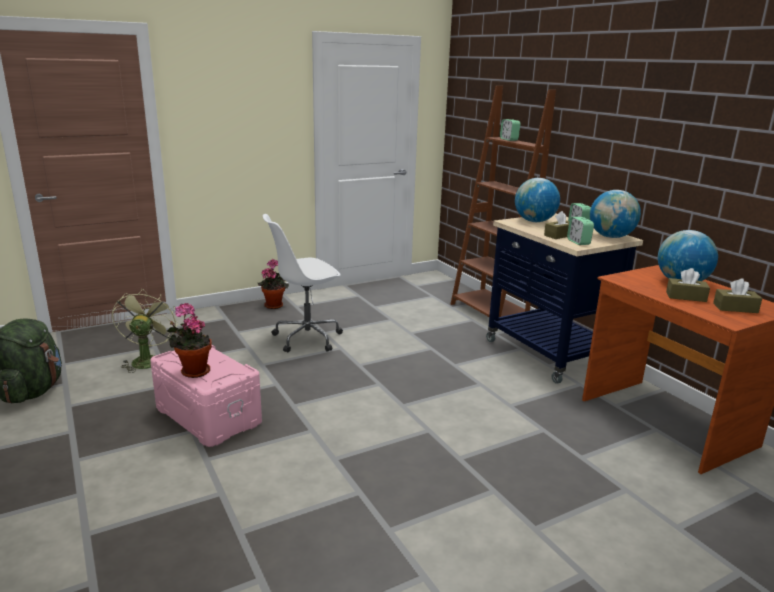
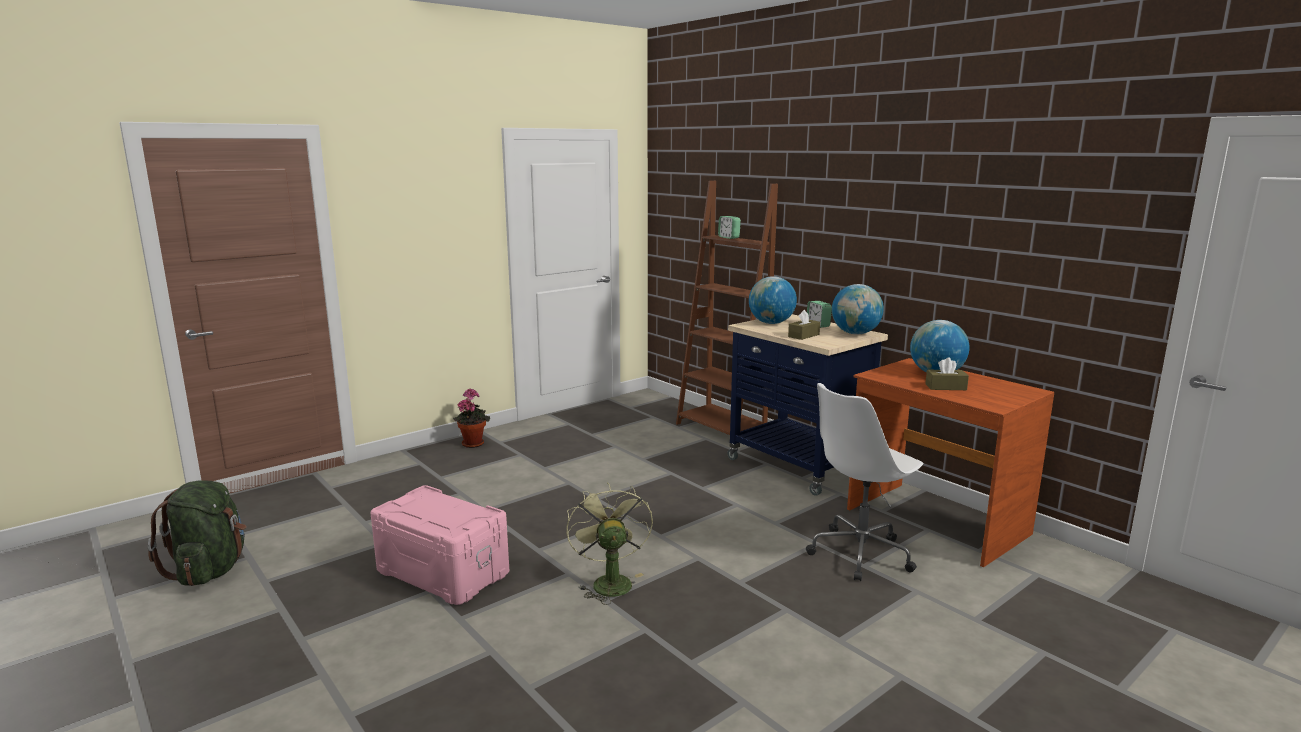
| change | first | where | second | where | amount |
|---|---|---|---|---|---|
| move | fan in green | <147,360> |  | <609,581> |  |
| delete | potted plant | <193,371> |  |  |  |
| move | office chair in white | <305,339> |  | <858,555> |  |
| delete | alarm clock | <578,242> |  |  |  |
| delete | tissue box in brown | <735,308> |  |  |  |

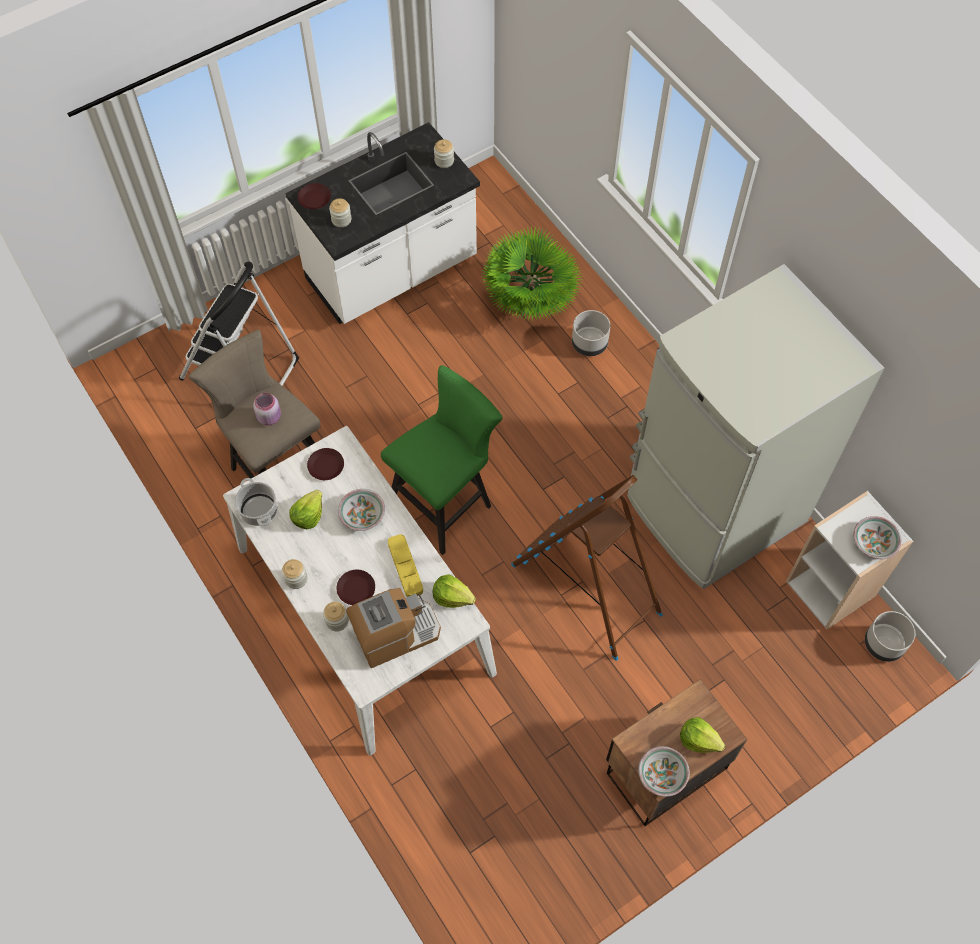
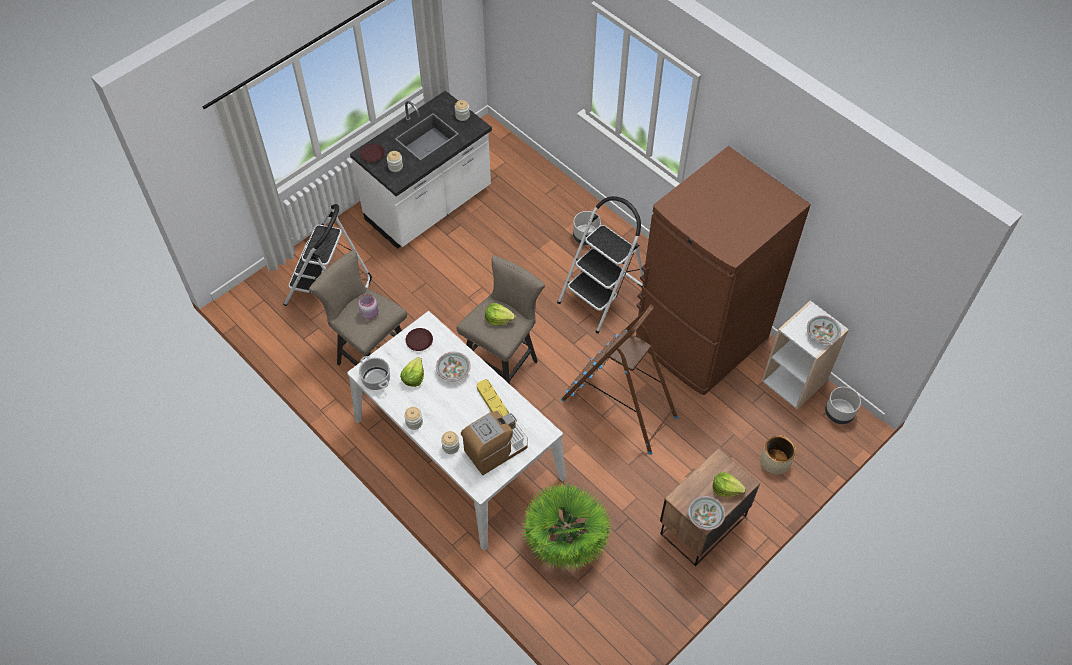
| change | first | where | second | where | amount |
|---|---|---|---|---|---|
| delete | plate in brown | <356,589> |  |  |  |
| recolor | stool in green | <446,502> | stool in beige | <503,363> |  |
| move | lettuce | <452,596> |  | <498,319> |  |
| move | potted plant | <530,303> |  | <565,542> |  |
| recolor | fridge in white | <714,509> | fridge in brown | <700,339> |  |
| insert |  |  | step ladder | <604,294> |  |
| insert |  |  | planter in beige | <775,461> |  |

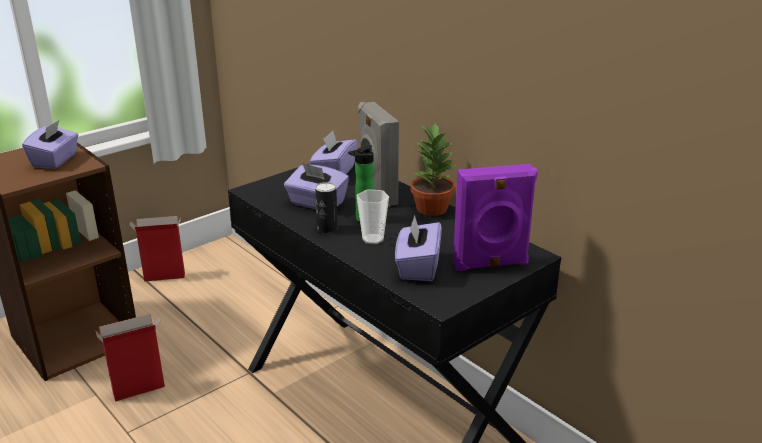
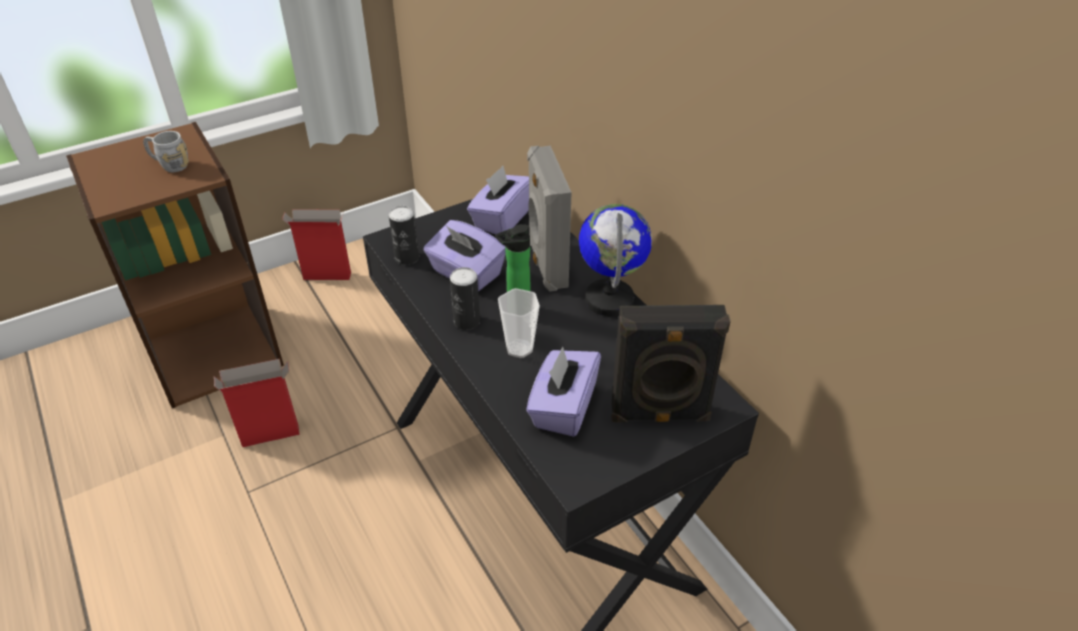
| change | first | where | second | where | amount |
|---|---|---|---|---|---|
| replace | tissue box in purple | <55,160> | mug in grey | <170,165> |  |
| replace | potted plant | <431,208> | globe | <610,299> |  |
| recolor | speaker in purple | <490,264> | speaker in black | <660,415> |  |
| insert |  |  | can | <407,258> |  |

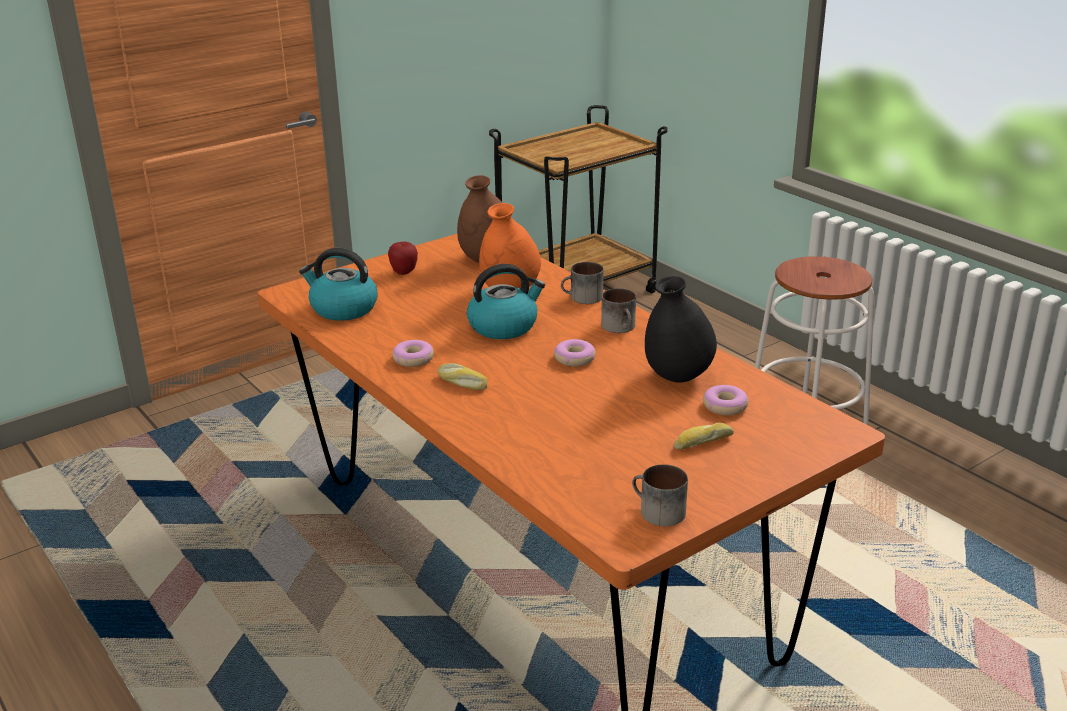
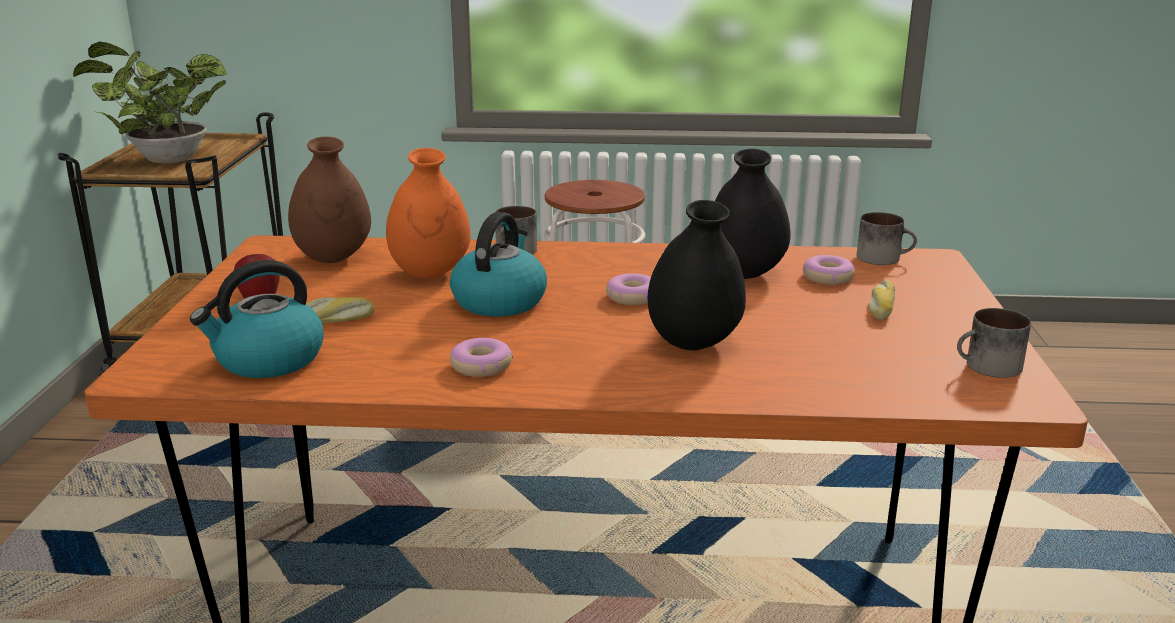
| change | first | where | second | where | amount |
|---|---|---|---|---|---|
| move | bread | <461,383> |  | <335,319> |  |
| move | mug | <621,327> |  | <884,258> |  |
| insert |  |  | potted plant | <164,160> |  |
| insert |  |  | vase in black | <694,343> |  |

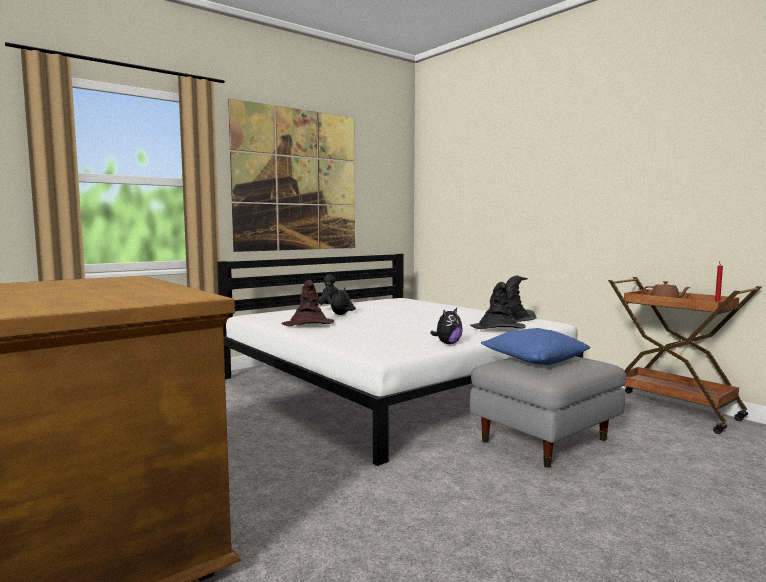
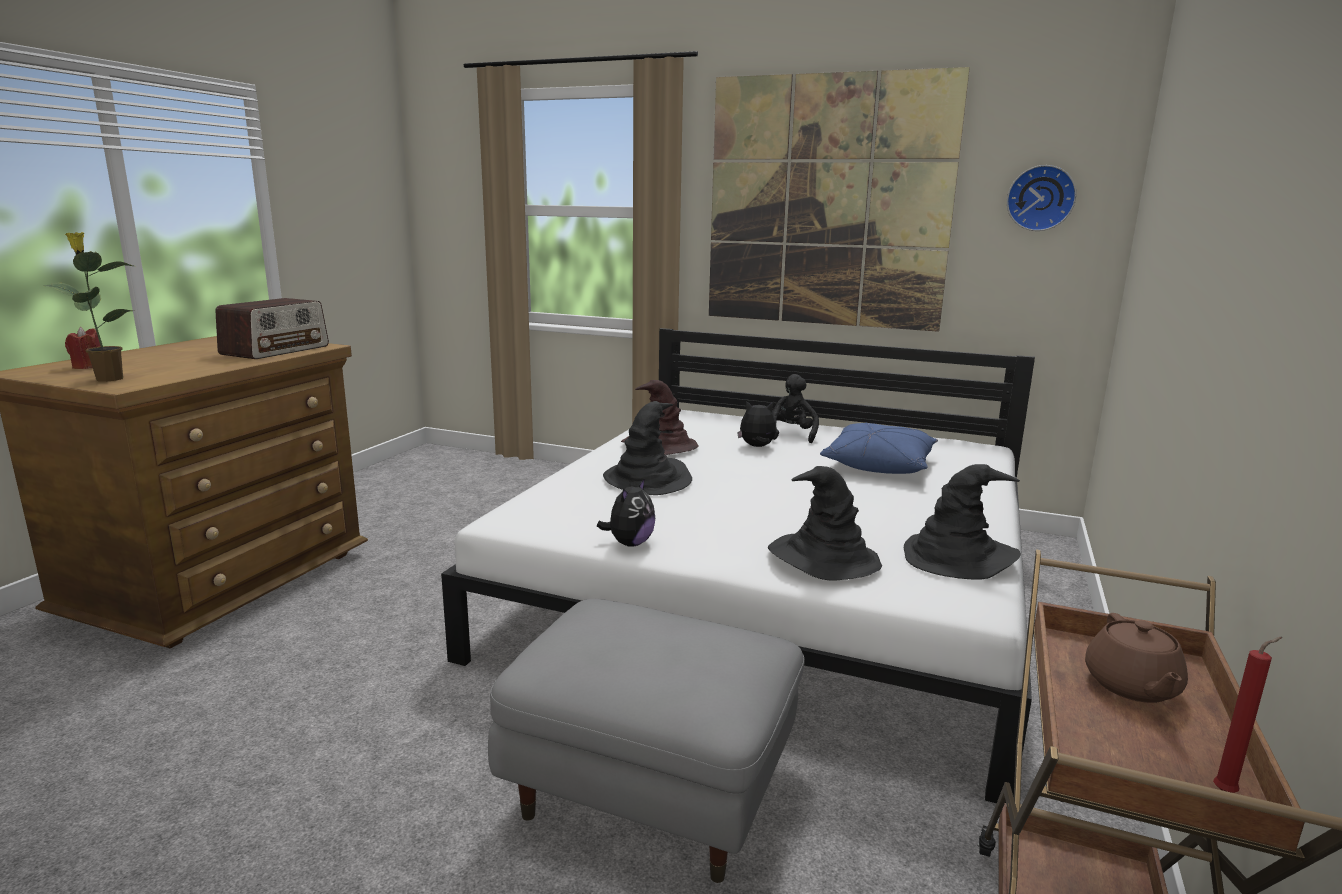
| change | first | where | second | where | amount |
|---|---|---|---|---|---|
| rotate | plush toy | <447,343> |  | <629,543> | 75 degrees counterclockwise |
| move | pillow in blue | <534,360> |  | <879,465> |  |
| insert |  |  | potted plant | <108,379> |  |
| insert |  |  | candle in red | <88,366> |  |
| insert |  |  | radio | <276,350> |  |
| insert |  |  | hat in black | <648,480> |  |
| insert |  |  | wall clock | <1040,198> |  |

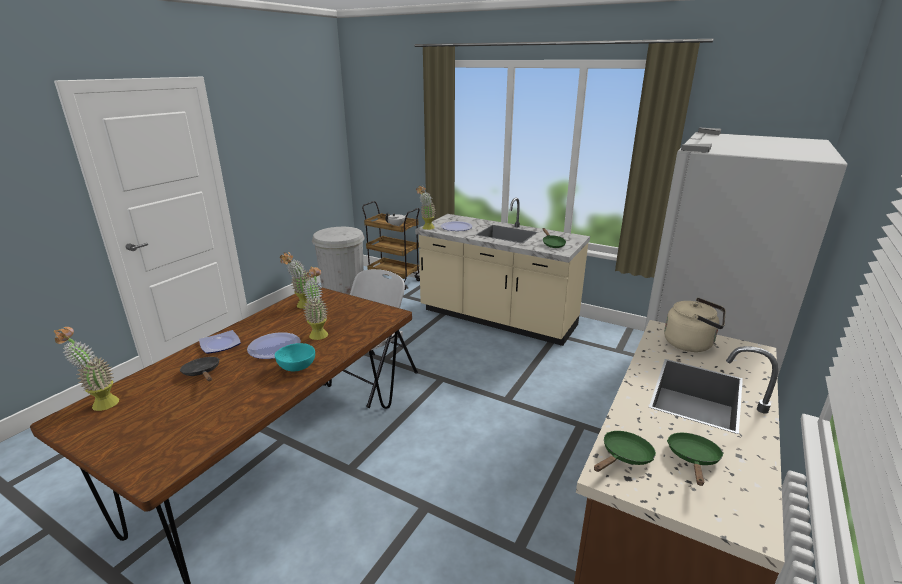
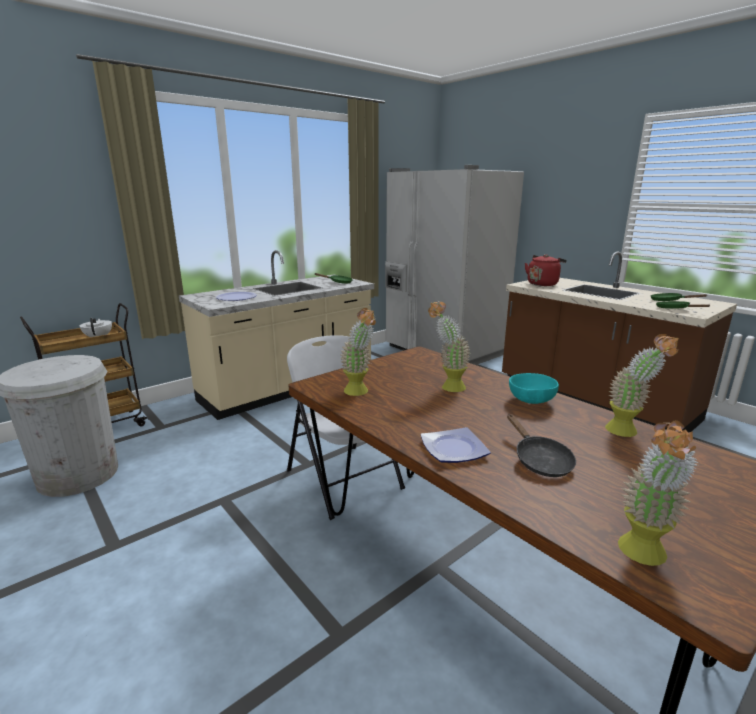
| change | first | where | second | where | amount |
|---|---|---|---|---|---|
| rotate | frying pan in black | <202,373> |  | <539,460> | 90 degrees counterclockwise |
| delete | plate | <274,347> |  |  |  |
| move | potted plant | <426,228> |  | <629,433> |  |
| recolor | kettle in beige | <691,344> | kettle in red | <543,284> |  |

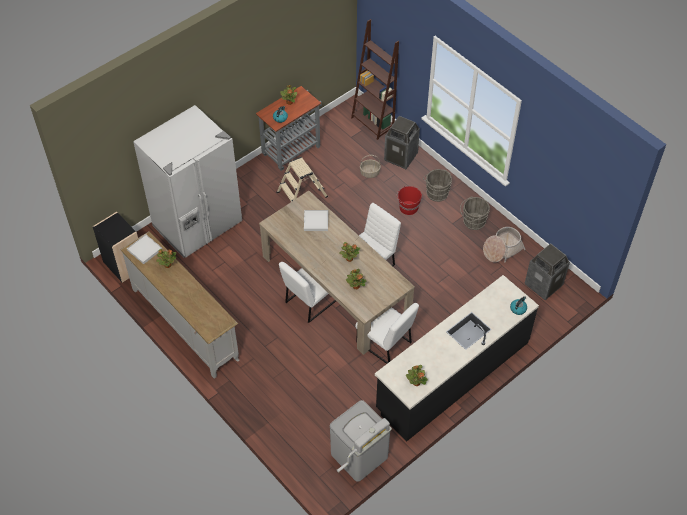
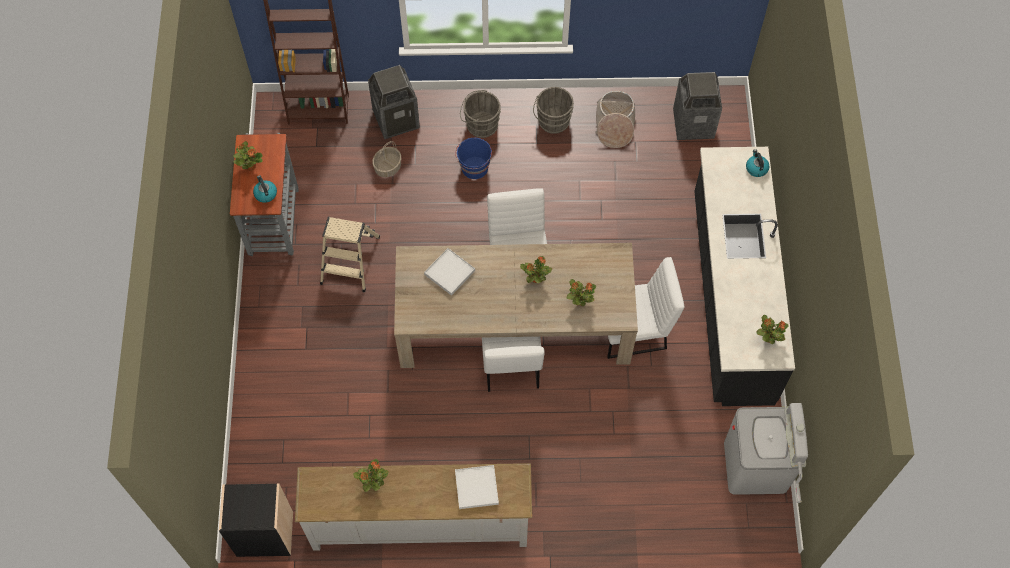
| change | first | where | second | where | amount |
|---|---|---|---|---|---|
| move | tray in white | <144,250> |  | <476,487> |  |
| delete | fridge in white | <198,224> |  |  |  |
| recolor | bucket in red | <408,208> | bucket in blue | <474,168> |  |

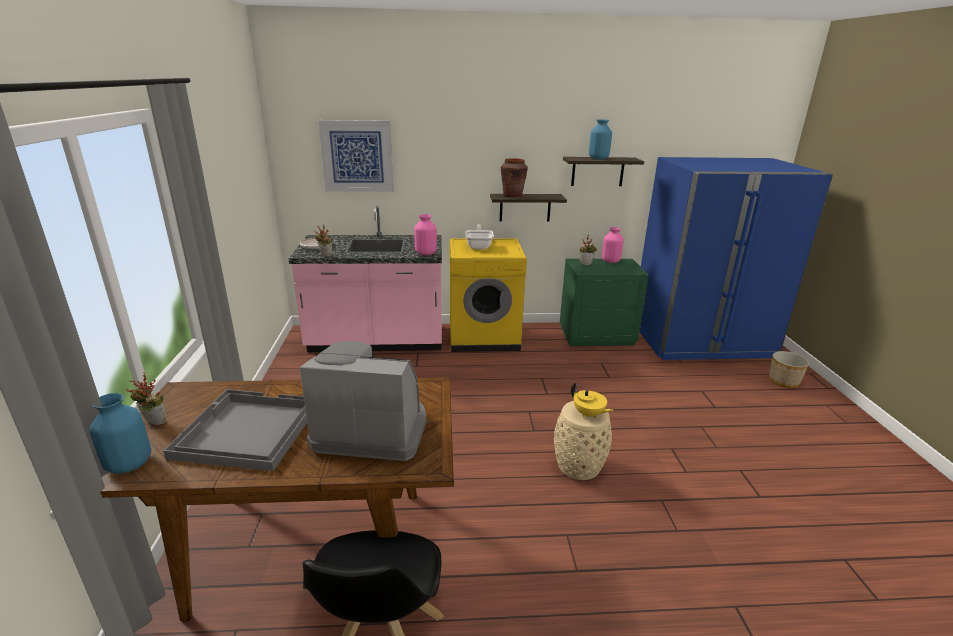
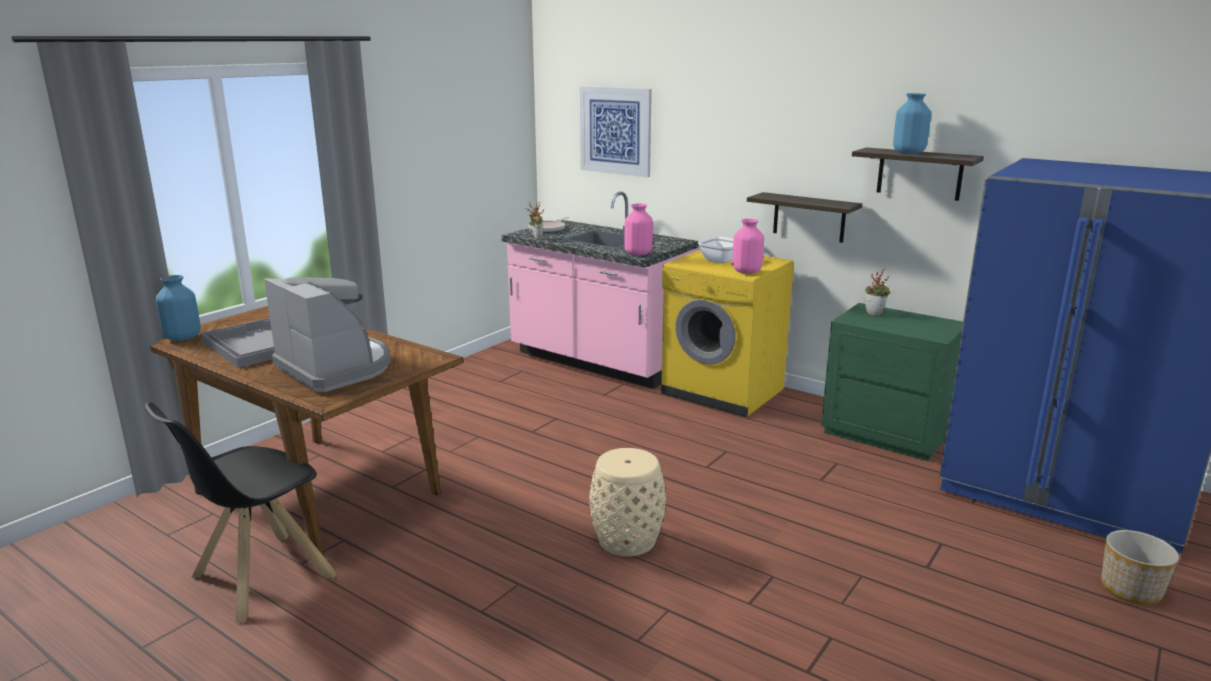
| change | first | where | second | where | amount |
|---|---|---|---|---|---|
| delete | potted plant | <153,423> |  |  |  |
| delete | vase in brown | <512,196> |  |  |  |
| delete | teapot in yellow | <588,414> |  |  |  |
| move | vase in pink | <610,261> |  | <747,271> |  |

